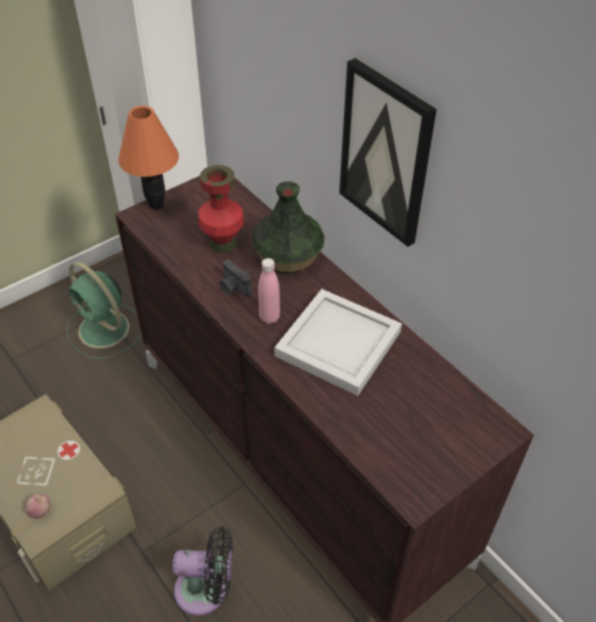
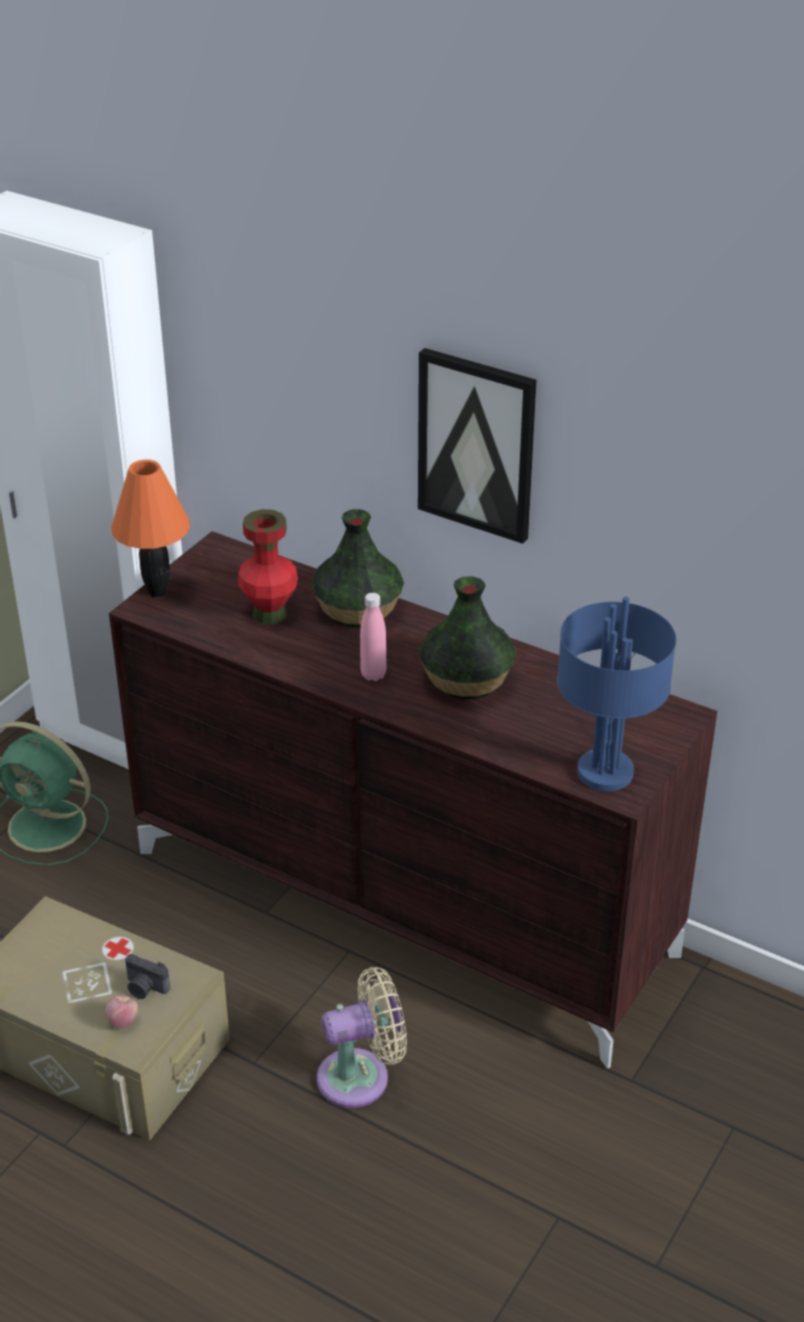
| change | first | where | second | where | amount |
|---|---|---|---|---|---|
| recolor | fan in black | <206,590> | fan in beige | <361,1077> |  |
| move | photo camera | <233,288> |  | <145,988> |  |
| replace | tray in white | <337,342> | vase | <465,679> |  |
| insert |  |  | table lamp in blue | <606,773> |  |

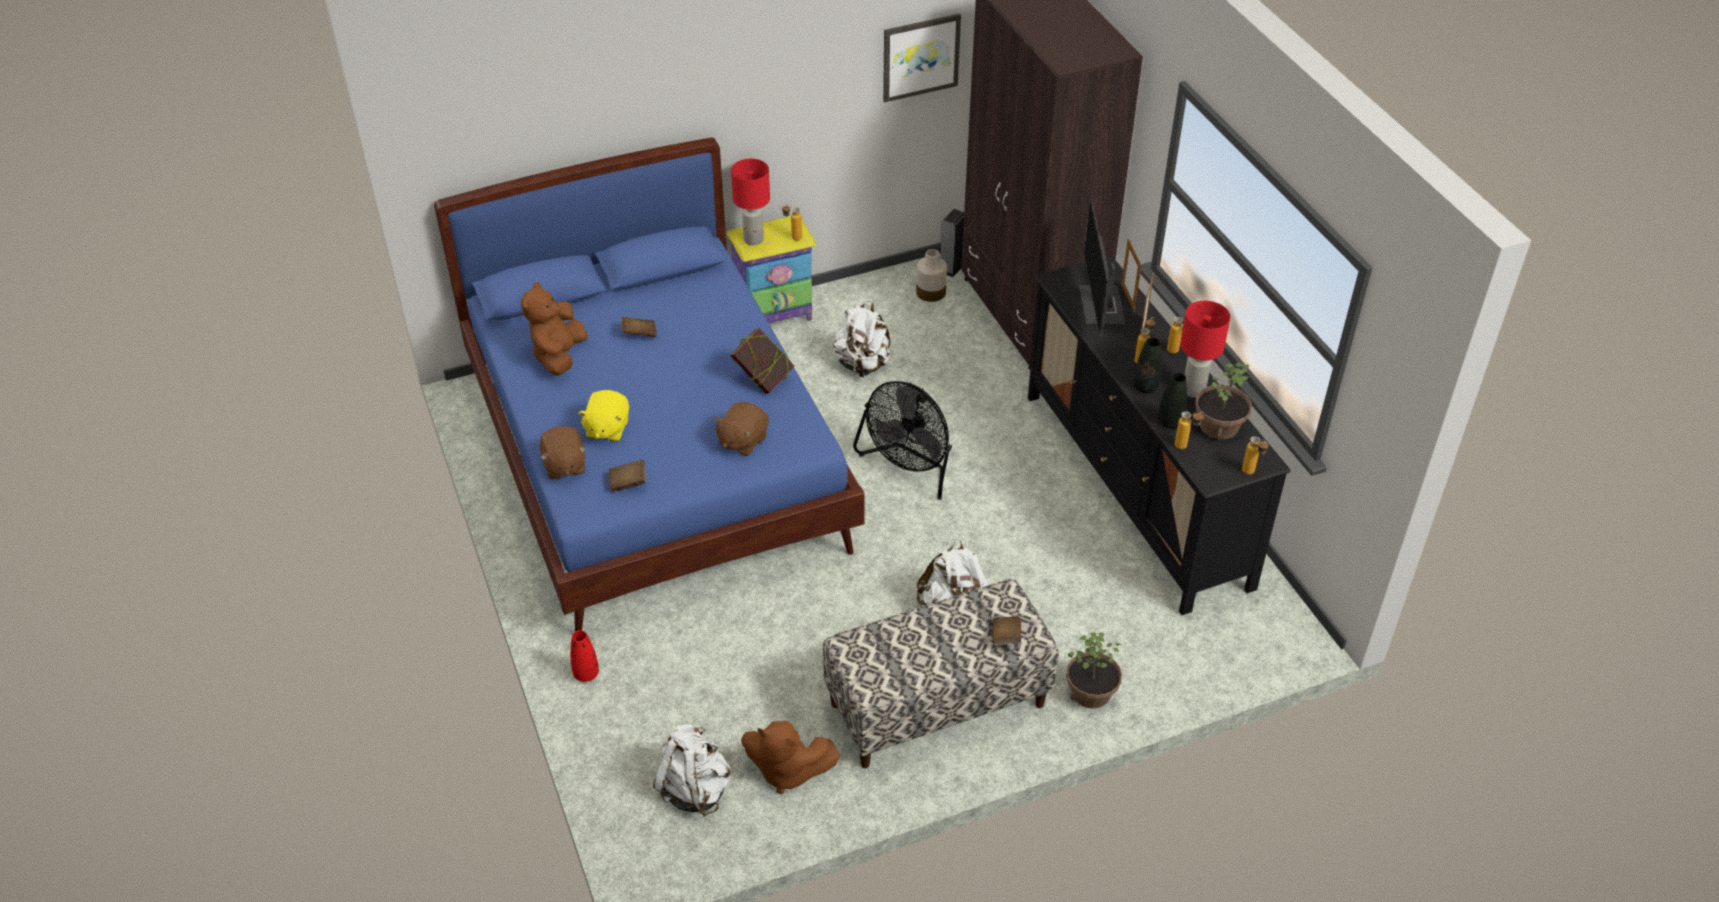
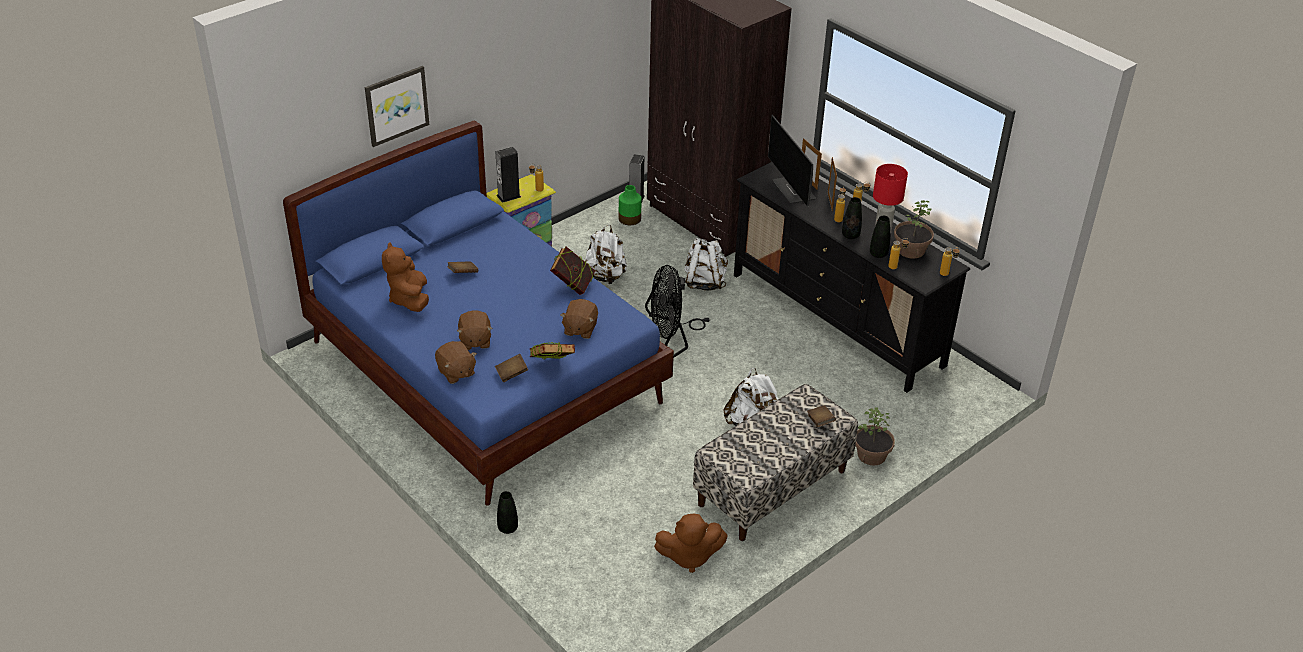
| change | first | where | second | where | amount |
|---|---|---|---|---|---|
| recolor | vase in red | <586,674> | vase in black | <508,528> |  |
| recolor | plush toy in yellow | <607,429> | plush toy in brown | <475,341> |  |
| move | backpack in white | <695,789> |  | <704,282> |  |
| replace | table lamp in red | <754,240> | speaker | <508,196> |  |
| rotate | fan in black | <908,463> |  | <672,335> | 60 degrees clockwise |
| move | picture | <920,57> |  | <396,105> |  |
| recolor | vase in beige | <931,292> | vase in green | <630,218> |  |
| insert |  |  | book | <552,367> |  |

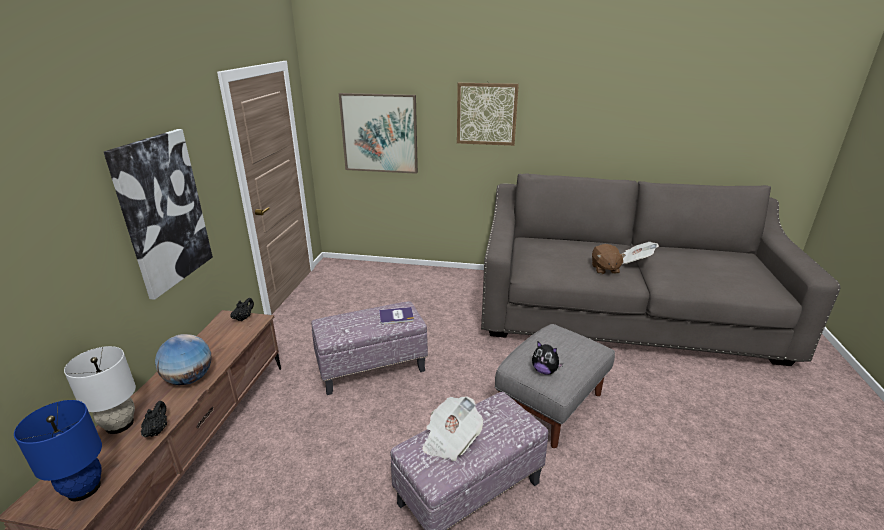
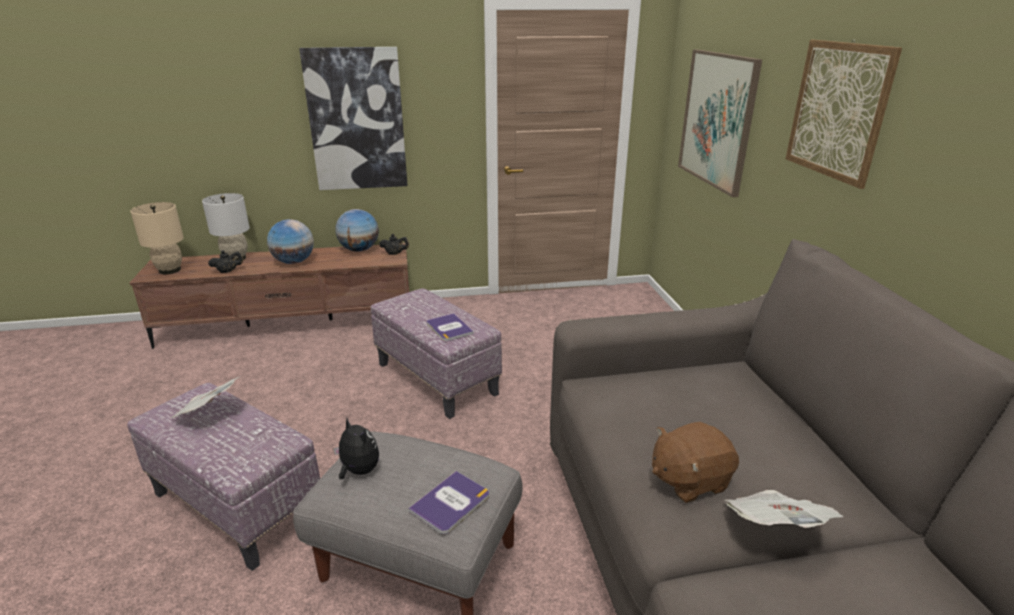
| change | first | where | second | where | amount |
|---|---|---|---|---|---|
| recolor | table lamp in blue | <84,488> | table lamp in beige | <170,270> |  |
| rotate | plush toy | <544,371> |  | <358,471> | 120 degrees clockwise |
| insert |  |  | globe | <359,250> |  |
| insert |  |  | book | <450,503> |  |

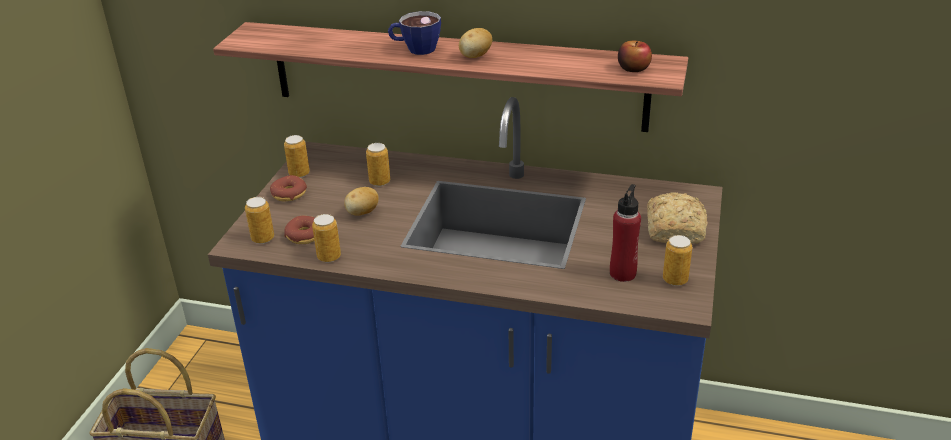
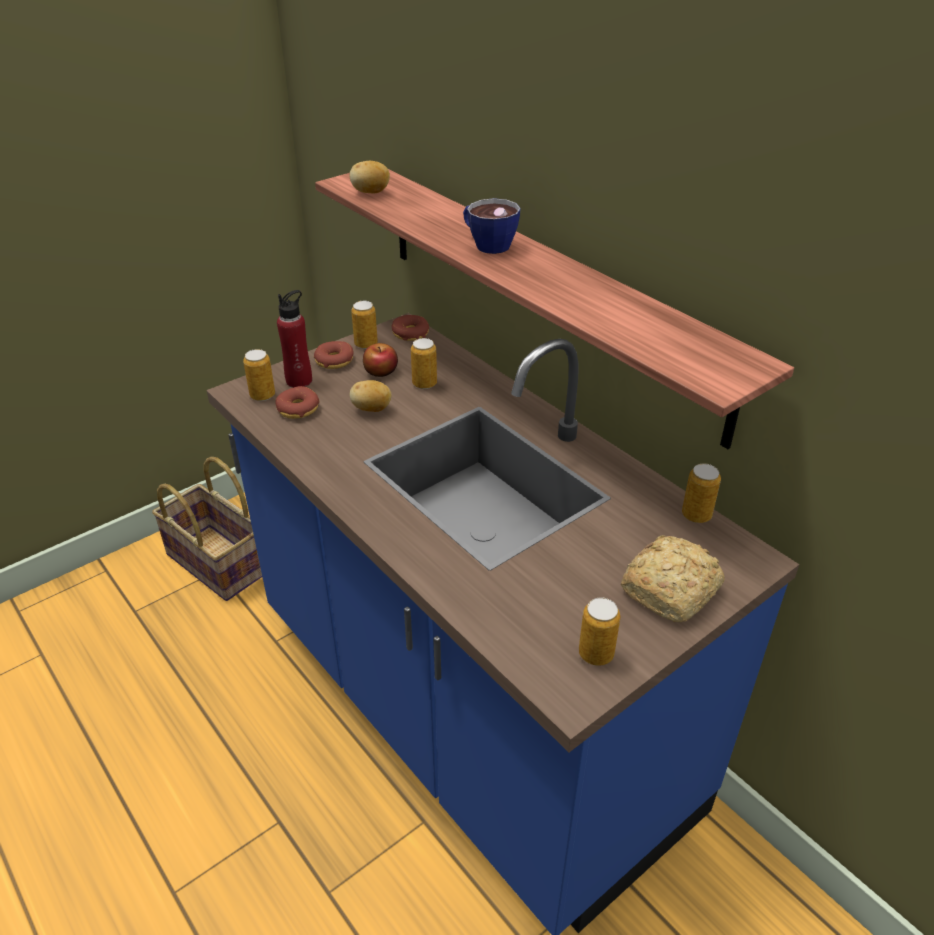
| change | first | where | second | where | amount |
|---|---|---|---|---|---|
| move | can | <329,257> |  | <696,515> |  |
| move | potato | <475,56> |  | <371,192> |  |
| move | bottle in red | <623,273> |  | <299,380> |  |
| move | apple | <633,68> |  | <381,371> |  |
| insert |  |  | donut | <410,334> |  |

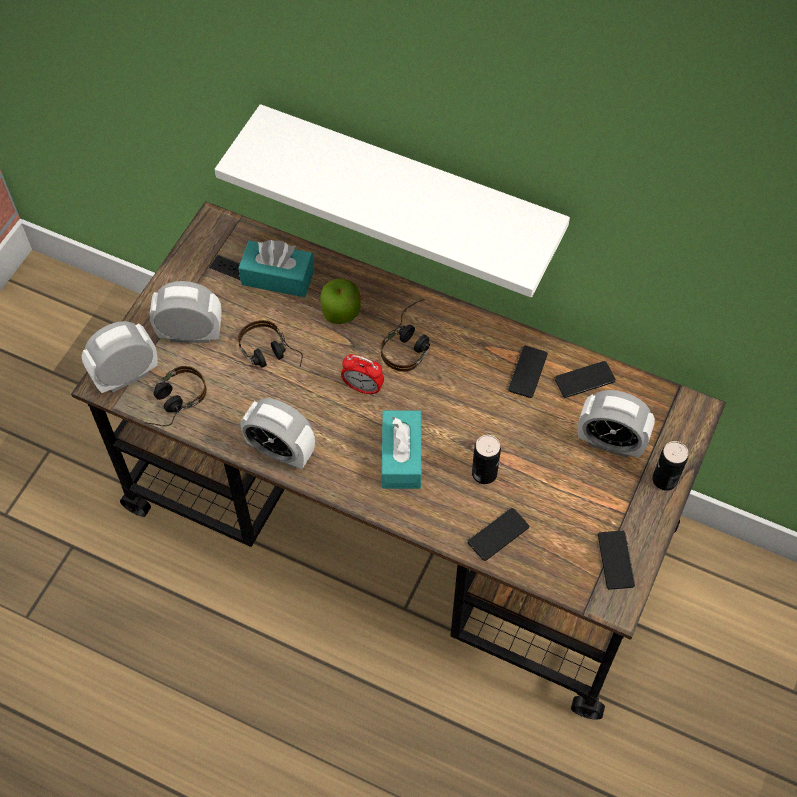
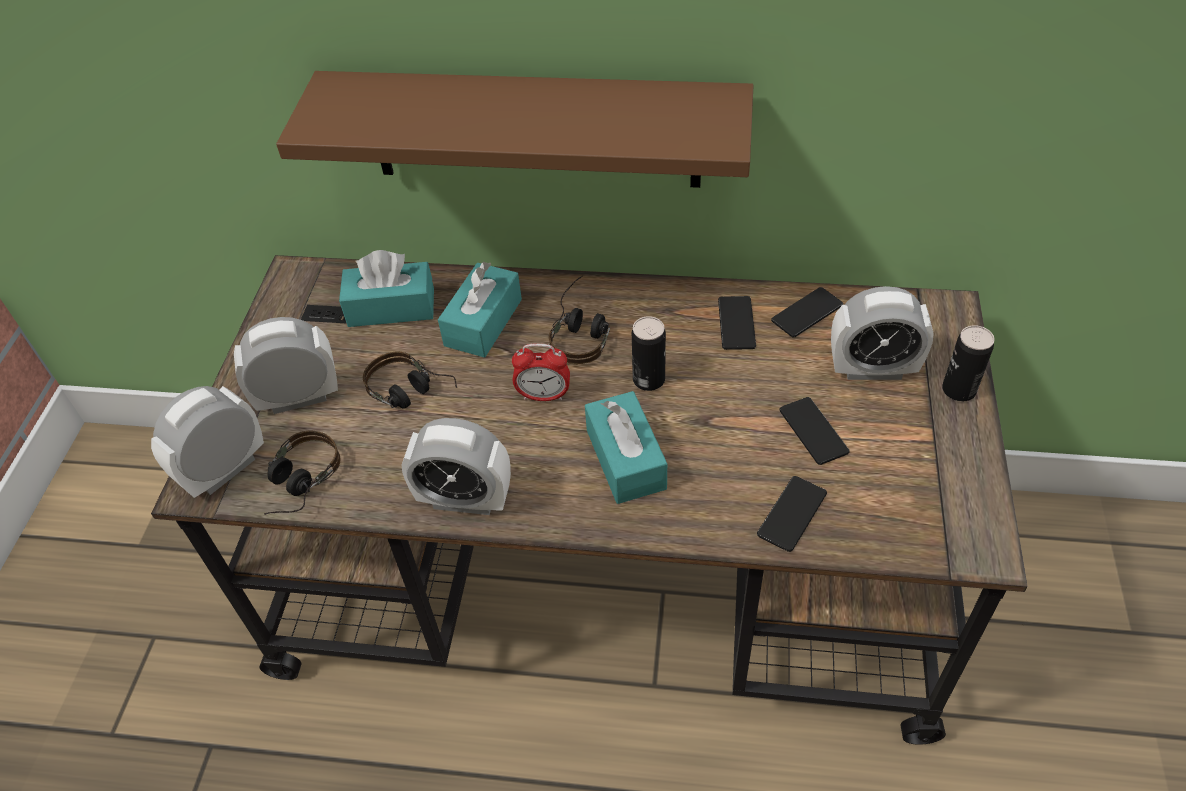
| change | first | where | second | where | amount |
|---|---|---|---|---|---|
| recolor | shelf in white | <410,189> | shelf in brown | <534,129> |  |
| replace | apple | <341,311> | tissue box in turquoise | <483,322> |  |
| move | can | <484,473> |  | <648,379> |  |
| move | phone | <615,560> |  | <813,431> |  |

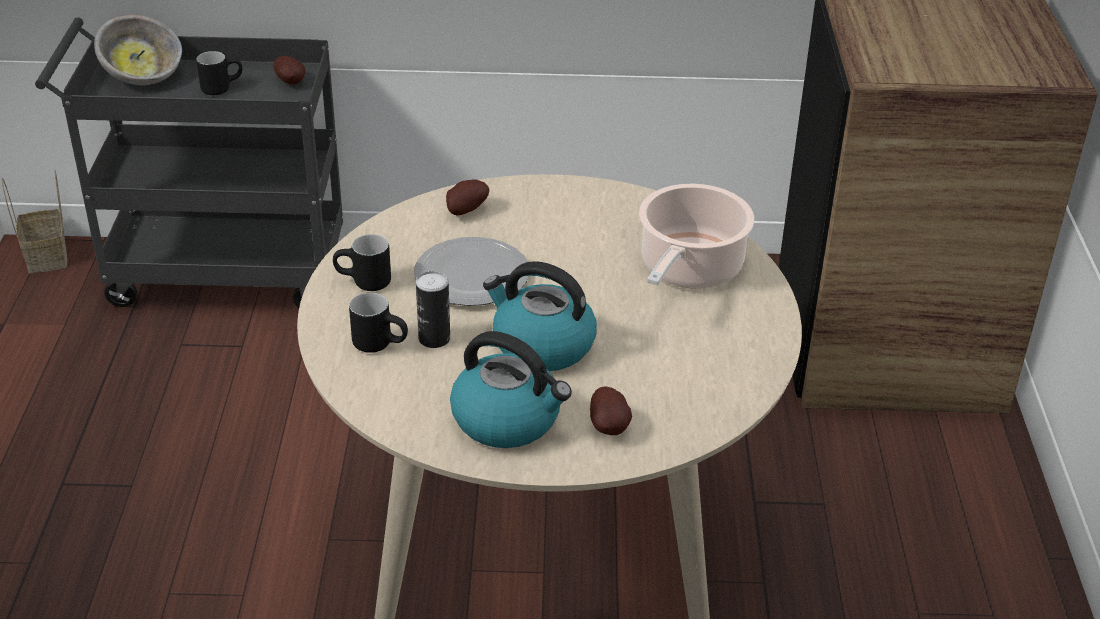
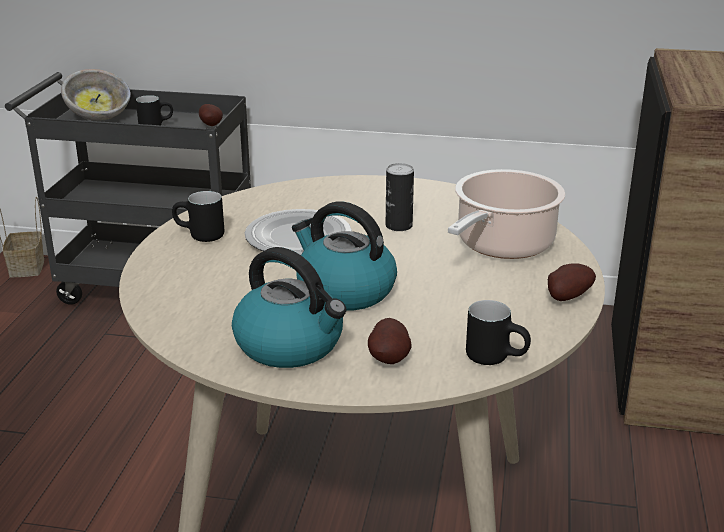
| change | first | where | second | where | amount |
|---|---|---|---|---|---|
| move | mug in black | <381,343> |  | <497,357> |  |
| move | can | <434,339> |  | <399,226> |  |
| move | potato | <465,210> |  | <566,298> |  |

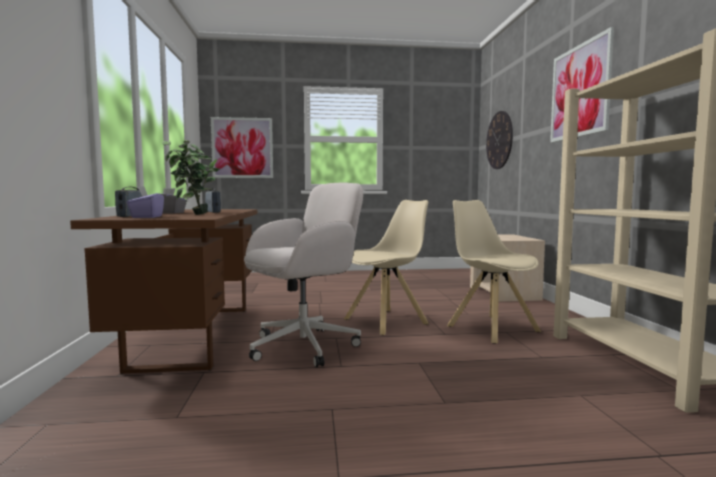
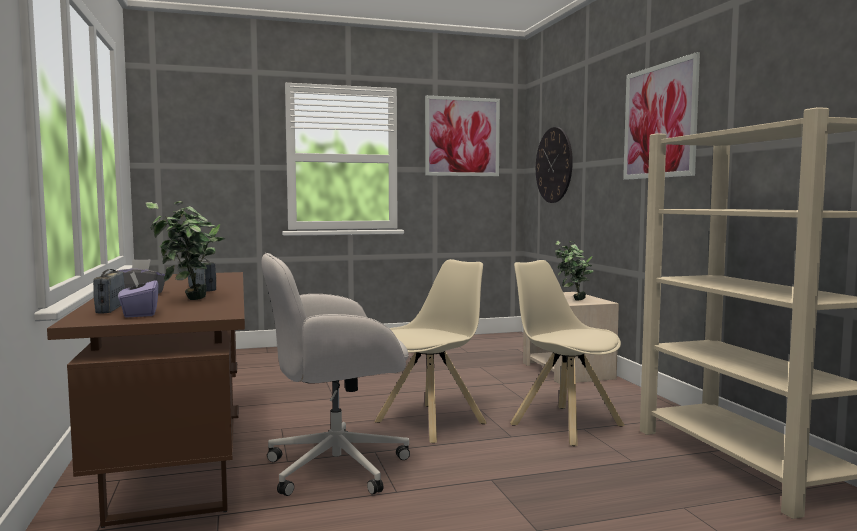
| change | first | where | second | where | amount |
|---|---|---|---|---|---|
| move | picture | <242,148> |  | <462,136> |  |
| rotate | office chair in white | <303,347> |  | <337,468> | 150 degrees counterclockwise |
| insert |  |  | potted plant | <572,300> |  |

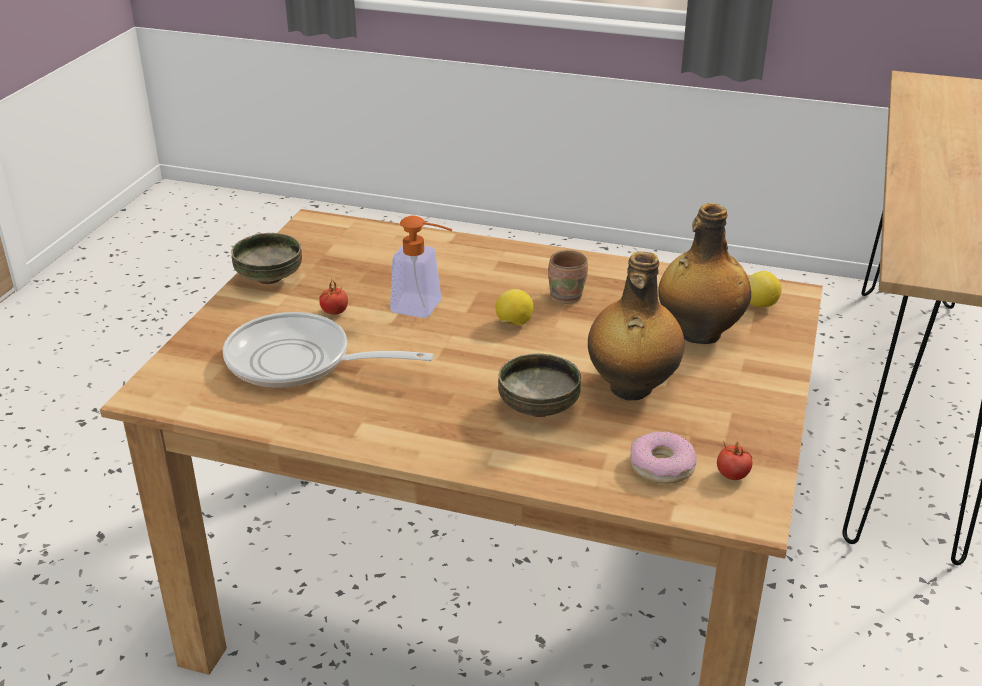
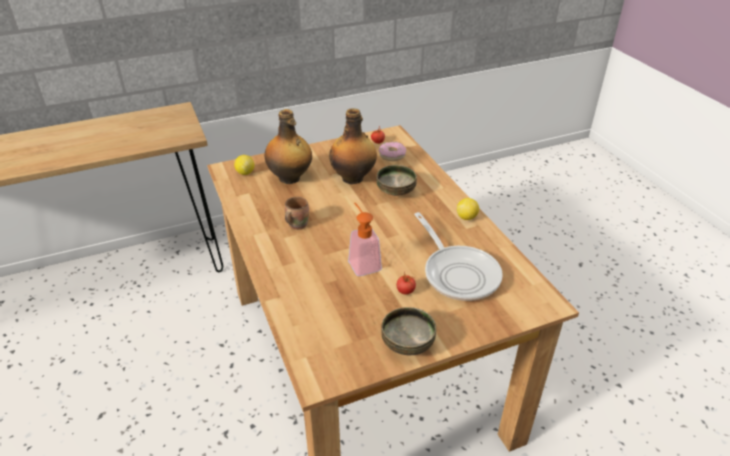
| change | first | where | second | where | amount |
|---|---|---|---|---|---|
| move | lemon | <514,323> |  | <467,217> |  |

